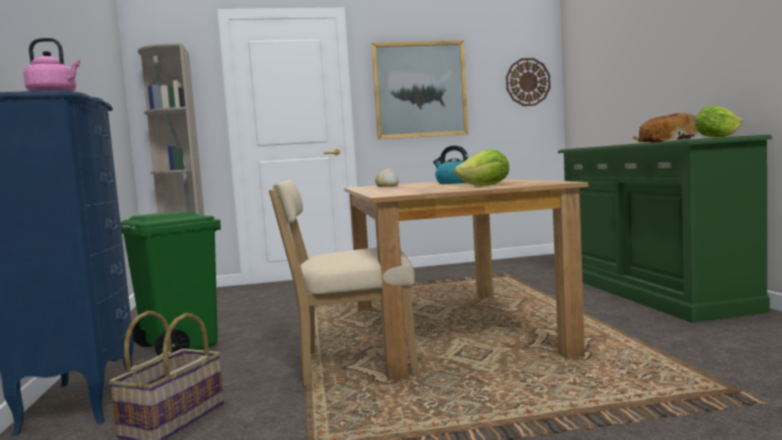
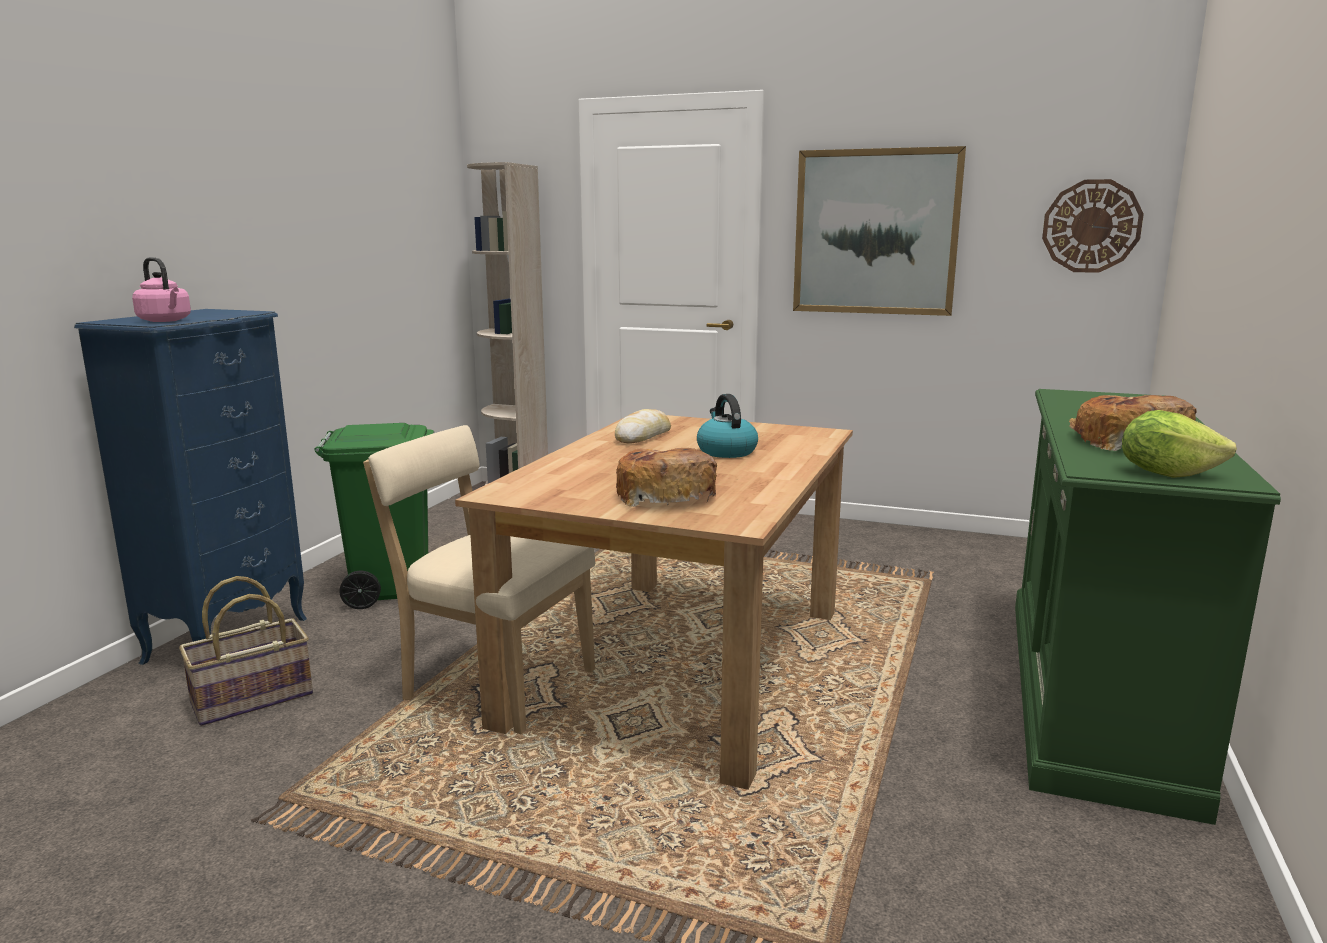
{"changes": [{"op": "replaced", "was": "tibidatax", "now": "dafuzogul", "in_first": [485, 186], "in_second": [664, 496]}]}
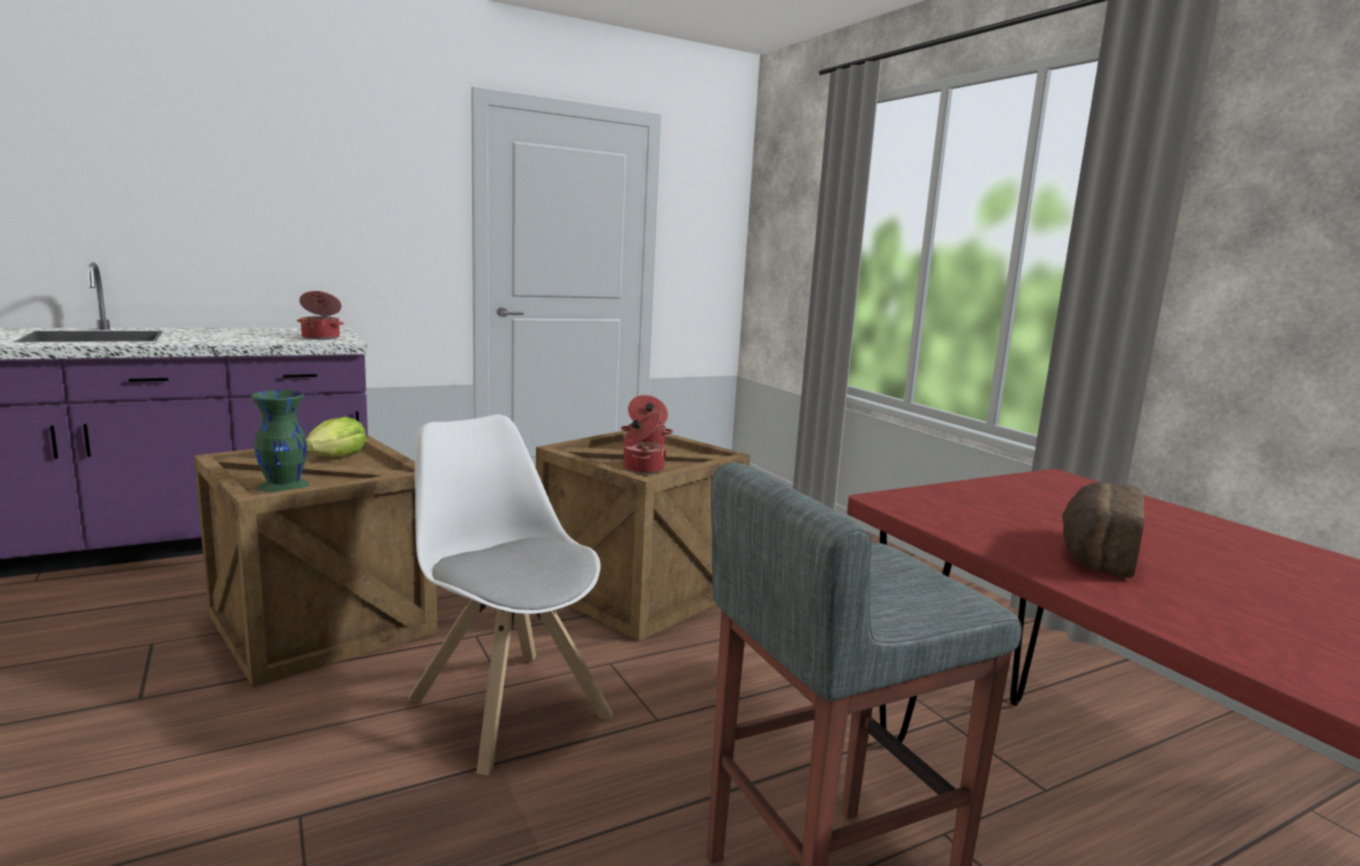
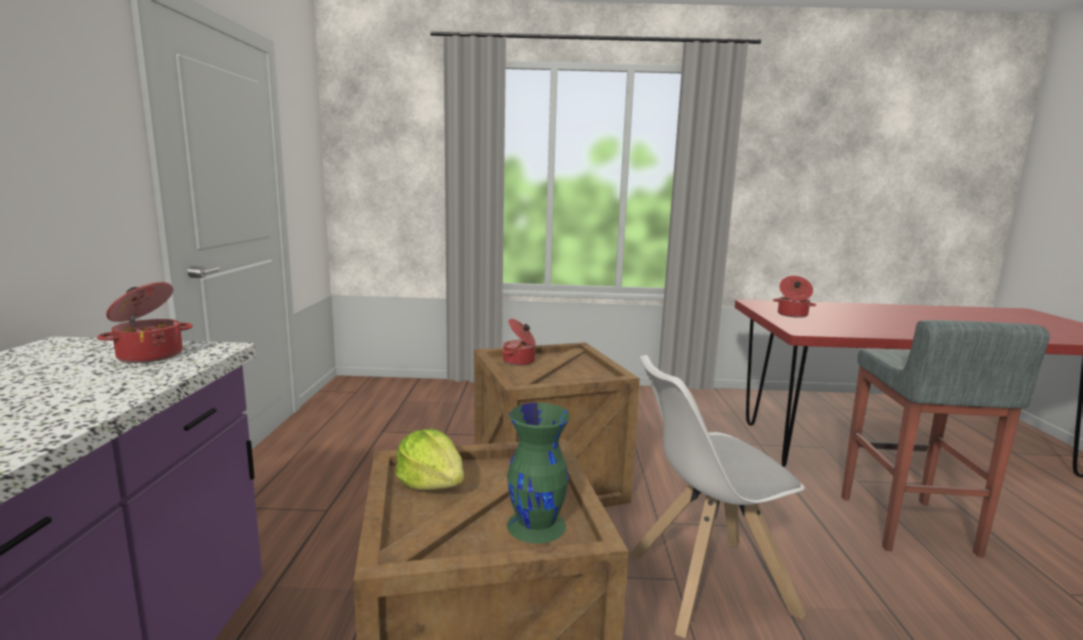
{"changes": [{"op": "removed", "was": "dafuzogul", "in_first": [1094, 553]}, {"op": "moved", "was": "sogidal", "in_first": [642, 468], "in_second": [792, 315]}]}
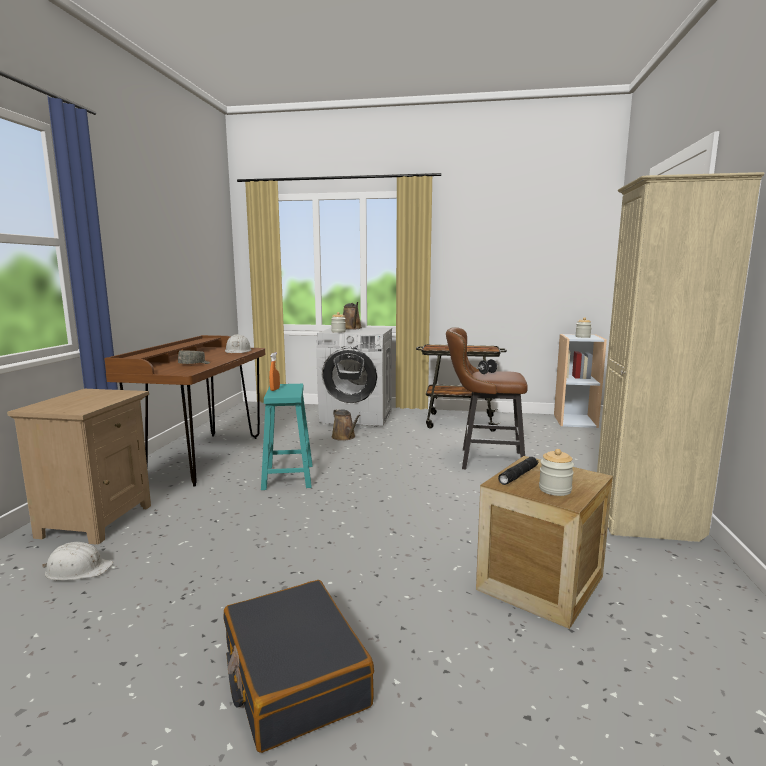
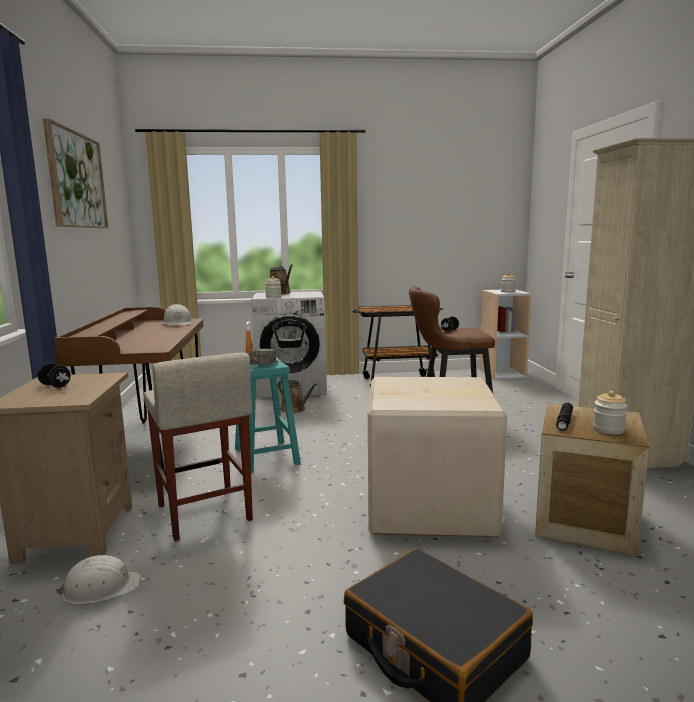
{"changes": [{"op": "added", "now": "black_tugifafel", "in_second": [55, 386]}, {"op": "added", "now": "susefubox", "in_second": [76, 180]}, {"op": "added", "now": "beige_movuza", "in_second": [204, 513]}, {"op": "added", "now": "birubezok", "in_second": [431, 506]}, {"op": "moved", "was": "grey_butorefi", "in_first": [194, 364], "in_second": [265, 364]}]}
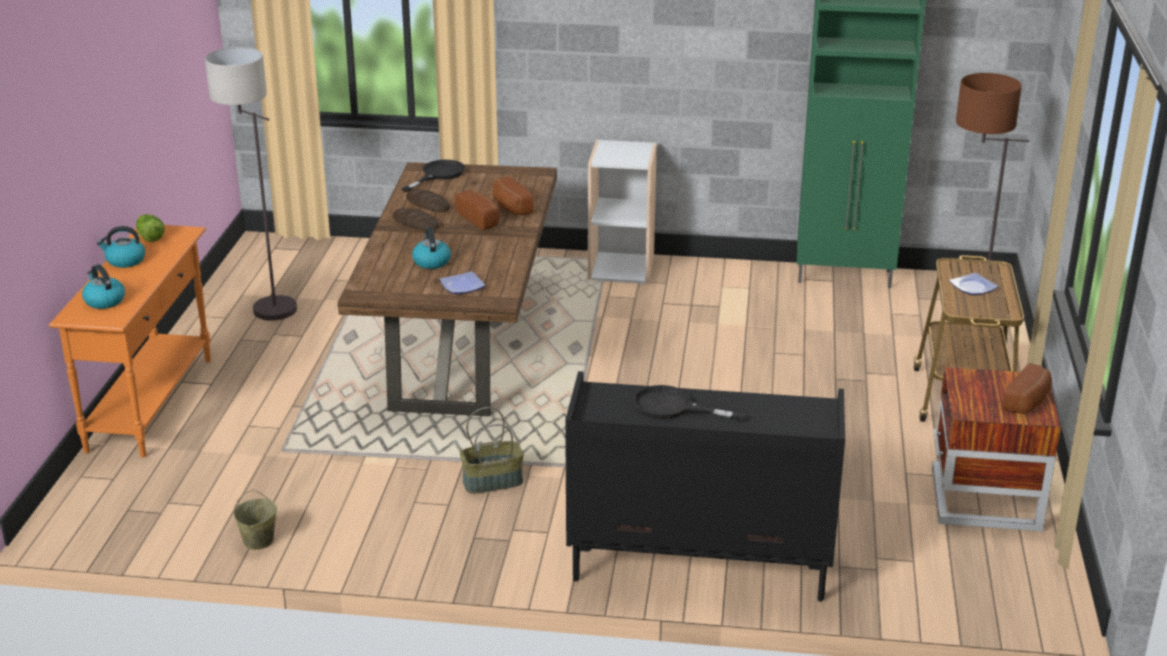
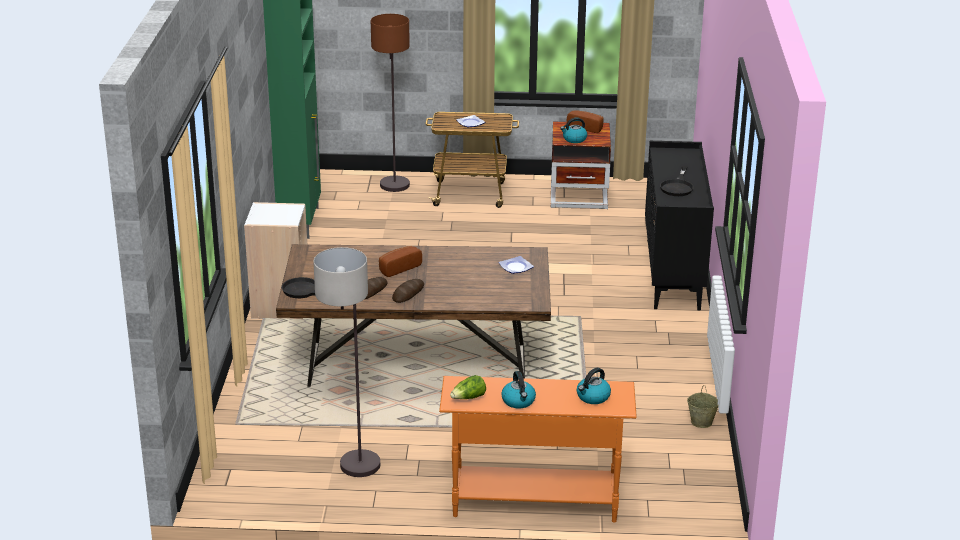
{"changes": [{"op": "removed", "was": "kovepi", "in_first": [493, 481]}, {"op": "removed", "was": "dafuzogul", "in_first": [510, 207]}, {"op": "moved", "was": "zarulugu", "in_first": [431, 262], "in_second": [574, 139]}]}
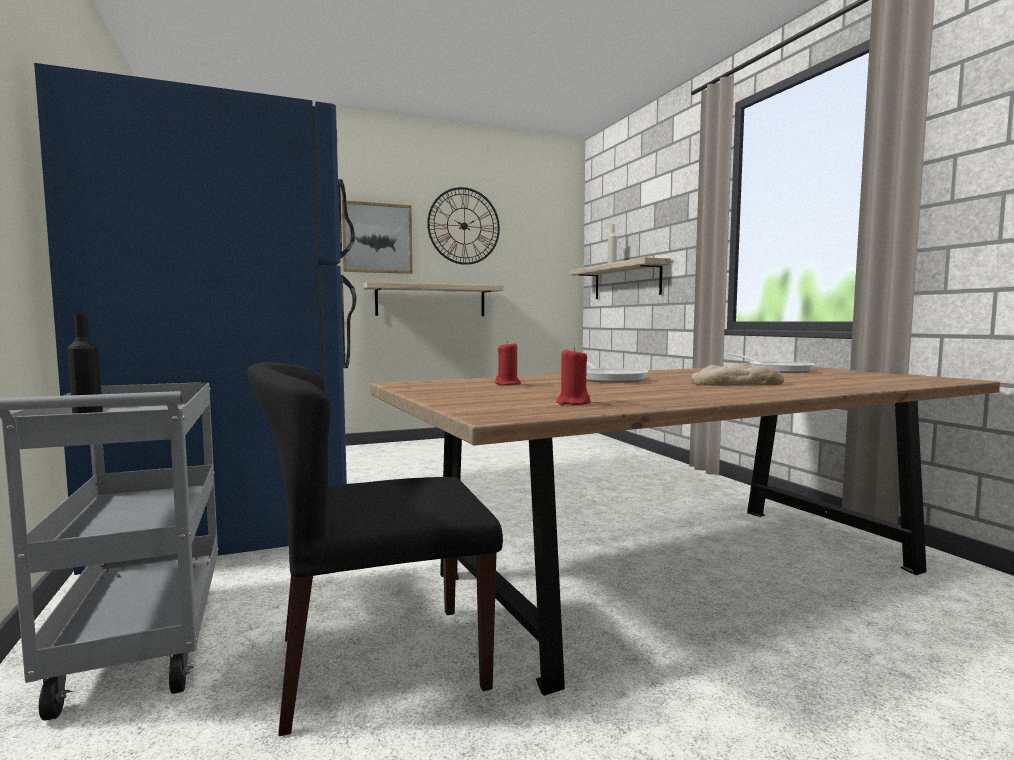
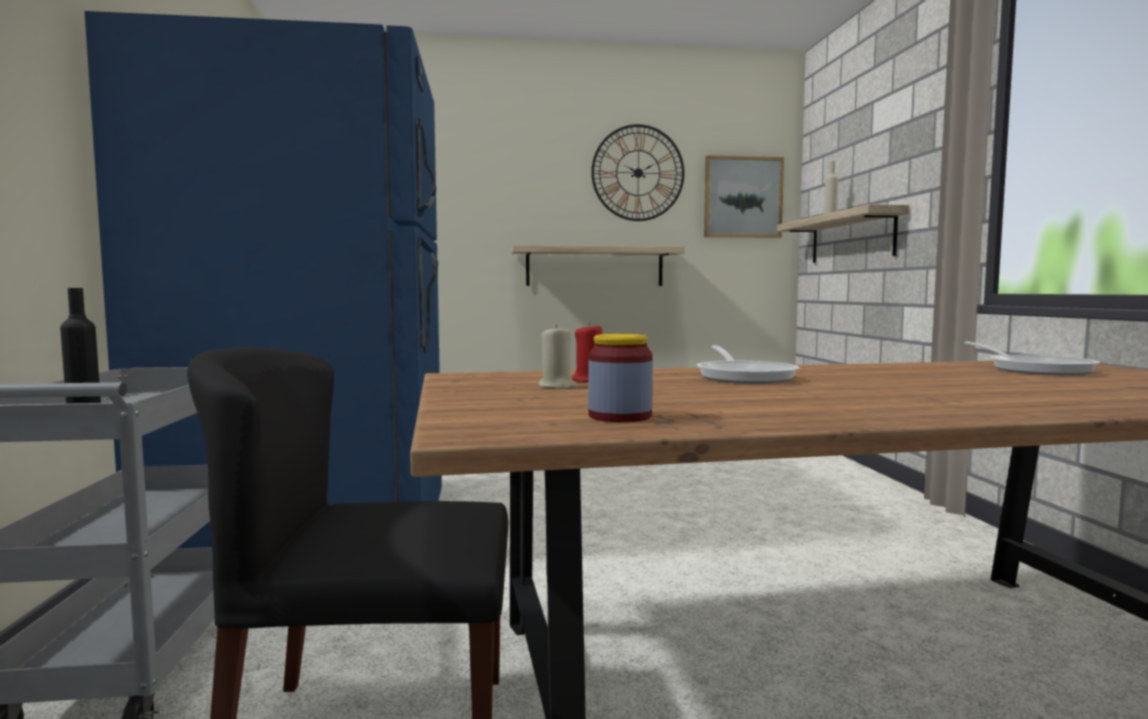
{"changes": [{"op": "removed", "was": "dafuzogul", "in_first": [736, 384]}, {"op": "added", "now": "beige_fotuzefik", "in_second": [557, 386]}, {"op": "moved", "was": "susefubox", "in_first": [377, 238], "in_second": [742, 197]}, {"op": "replaced", "was": "red_fotuzefik", "now": "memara", "in_first": [573, 403], "in_second": [620, 416]}]}
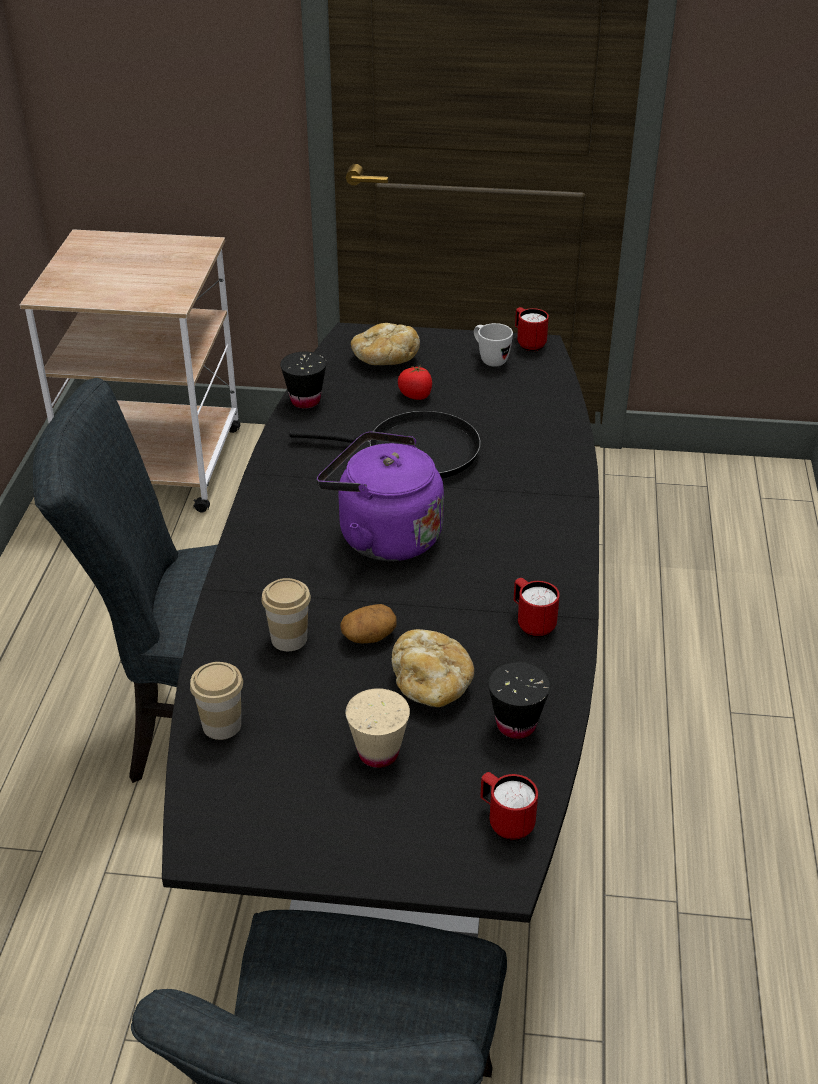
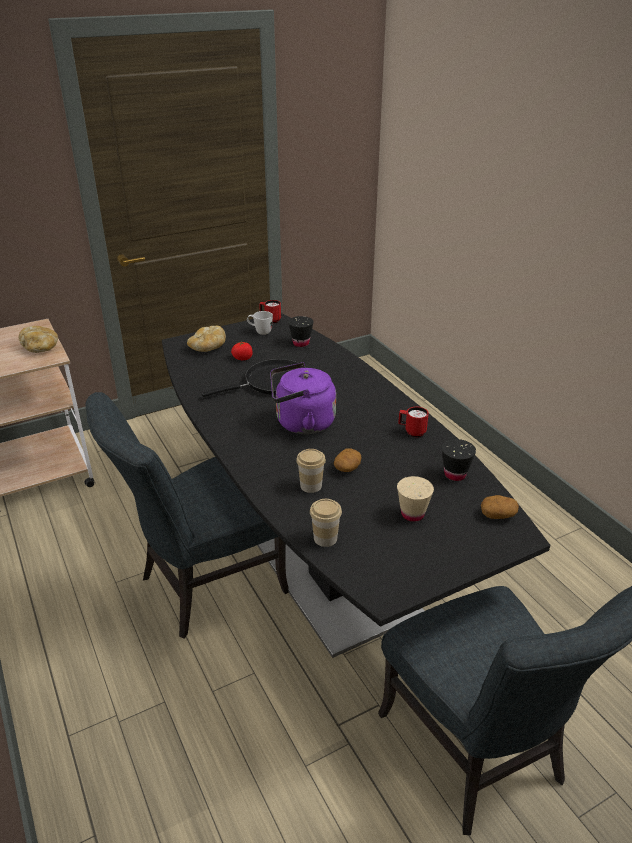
{"changes": [{"op": "moved", "was": "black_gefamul", "in_first": [305, 401], "in_second": [301, 343]}, {"op": "moved", "was": "dafuzogul", "in_first": [431, 685], "in_second": [41, 348]}, {"op": "replaced", "was": "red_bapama", "now": "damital", "in_first": [505, 822], "in_second": [498, 514]}]}
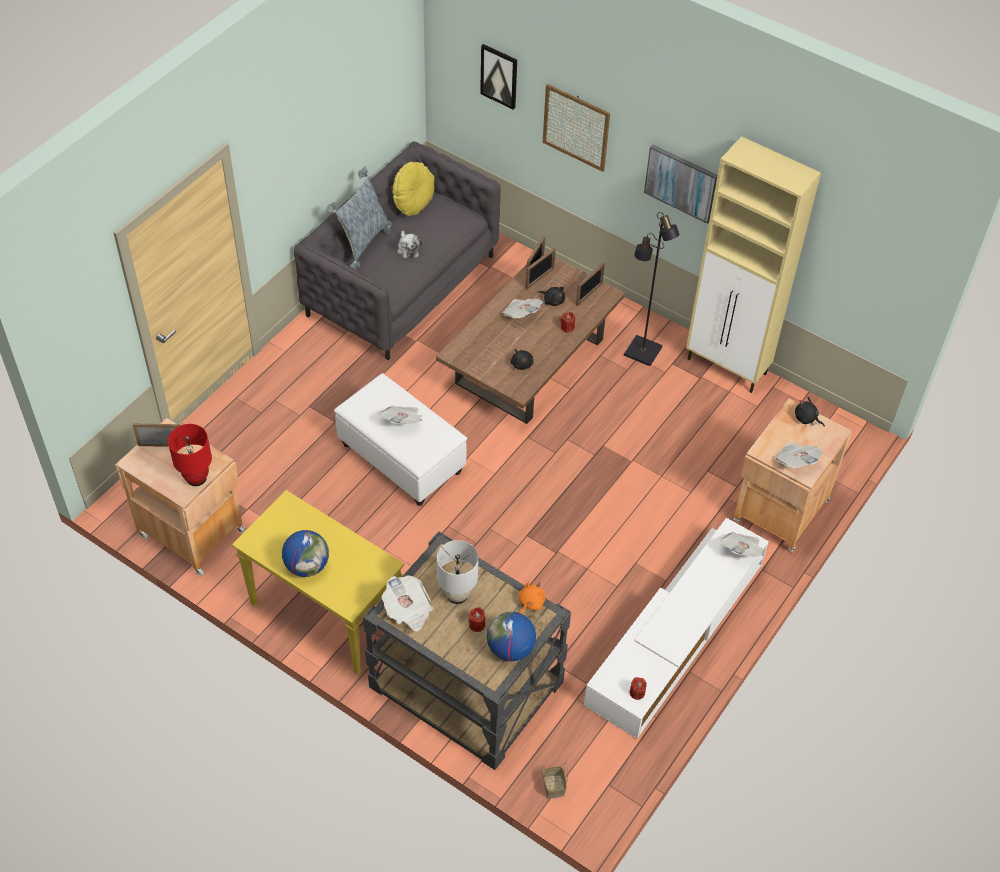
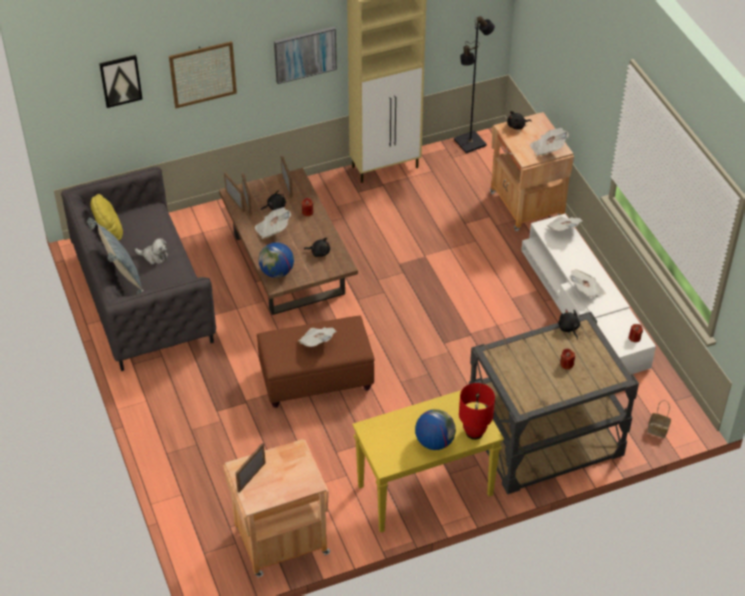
{"changes": [{"op": "removed", "was": "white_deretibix", "in_first": [457, 594]}, {"op": "moved", "was": "red_deretibix", "in_first": [196, 478], "in_second": [474, 432]}, {"op": "moved", "was": "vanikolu", "in_first": [408, 610], "in_second": [586, 291]}, {"op": "moved", "was": "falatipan", "in_first": [510, 649], "in_second": [277, 272]}, {"op": "moved", "was": "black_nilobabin", "in_first": [642, 351], "in_second": [470, 142]}, {"op": "recoloured", "was": "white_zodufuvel", "now": "brown_zodufuvel", "in_first": [402, 459], "in_second": [317, 379]}, {"op": "recoloured", "was": "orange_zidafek", "now": "black_zidafek", "in_first": [530, 603], "in_second": [568, 328]}]}
